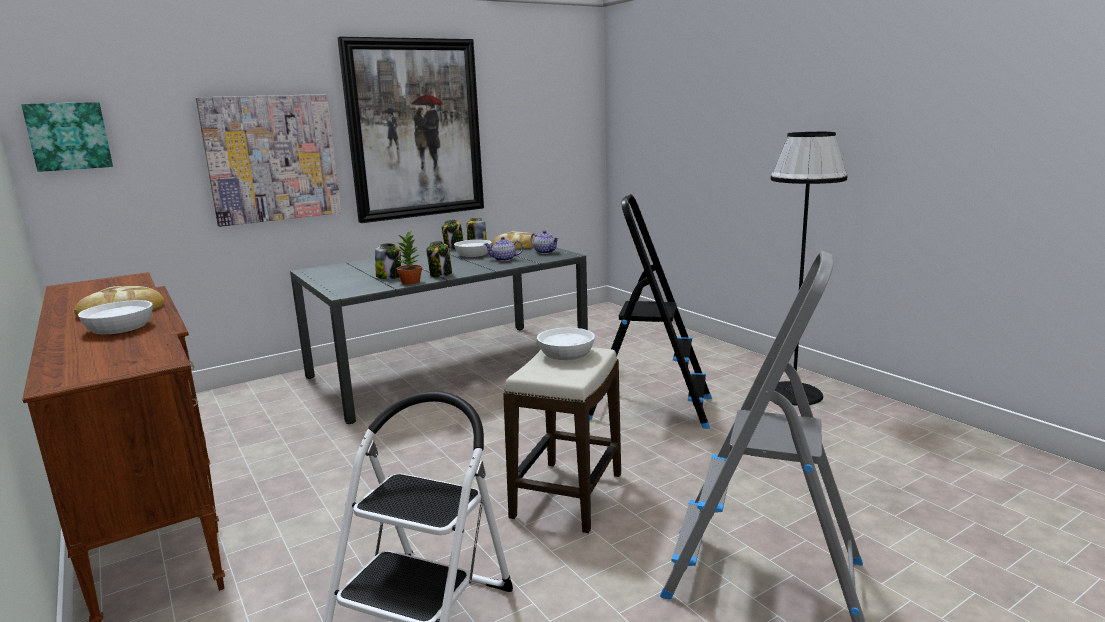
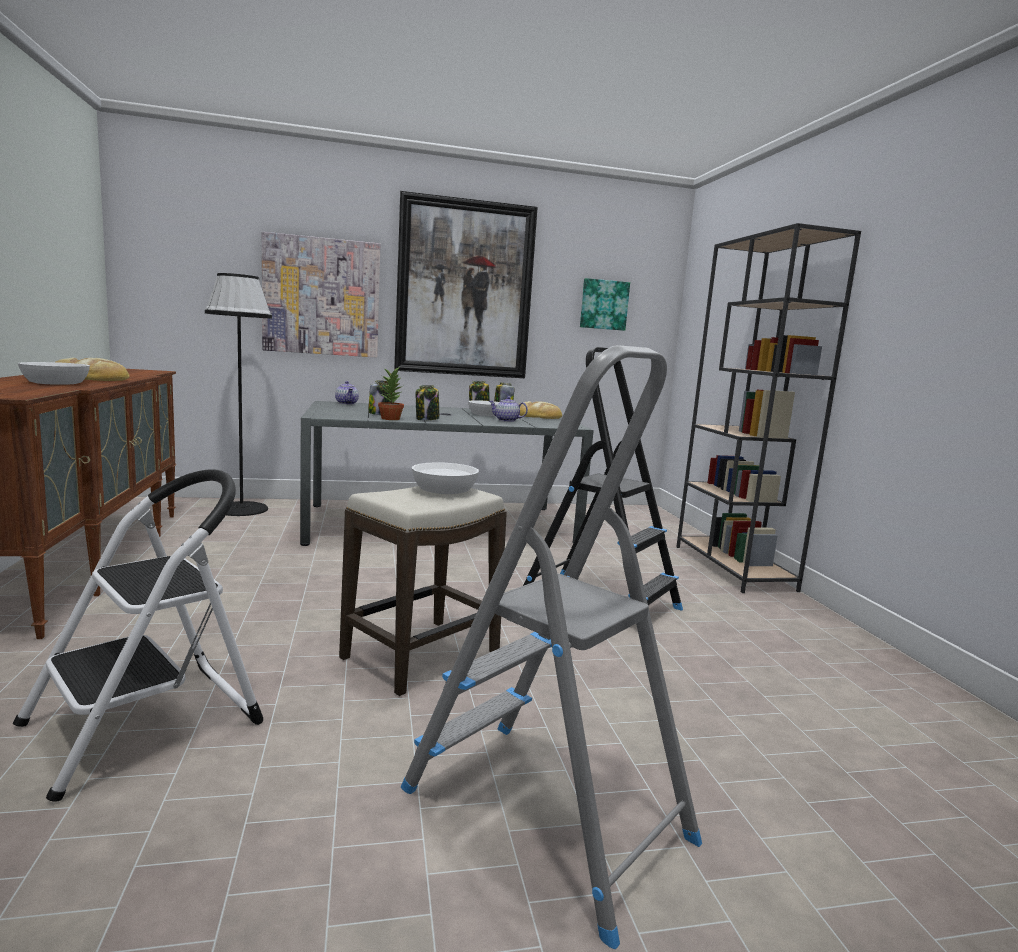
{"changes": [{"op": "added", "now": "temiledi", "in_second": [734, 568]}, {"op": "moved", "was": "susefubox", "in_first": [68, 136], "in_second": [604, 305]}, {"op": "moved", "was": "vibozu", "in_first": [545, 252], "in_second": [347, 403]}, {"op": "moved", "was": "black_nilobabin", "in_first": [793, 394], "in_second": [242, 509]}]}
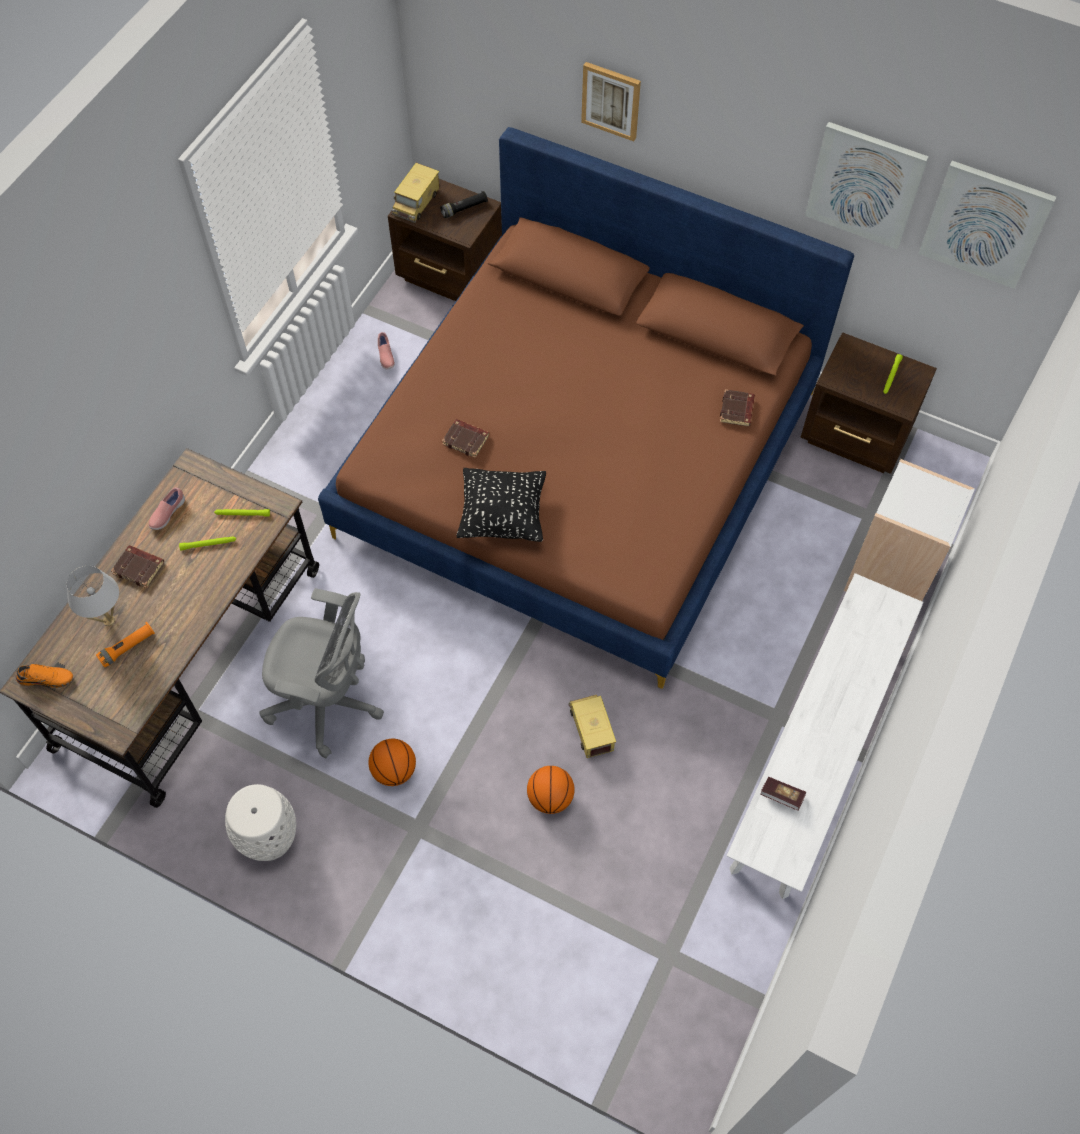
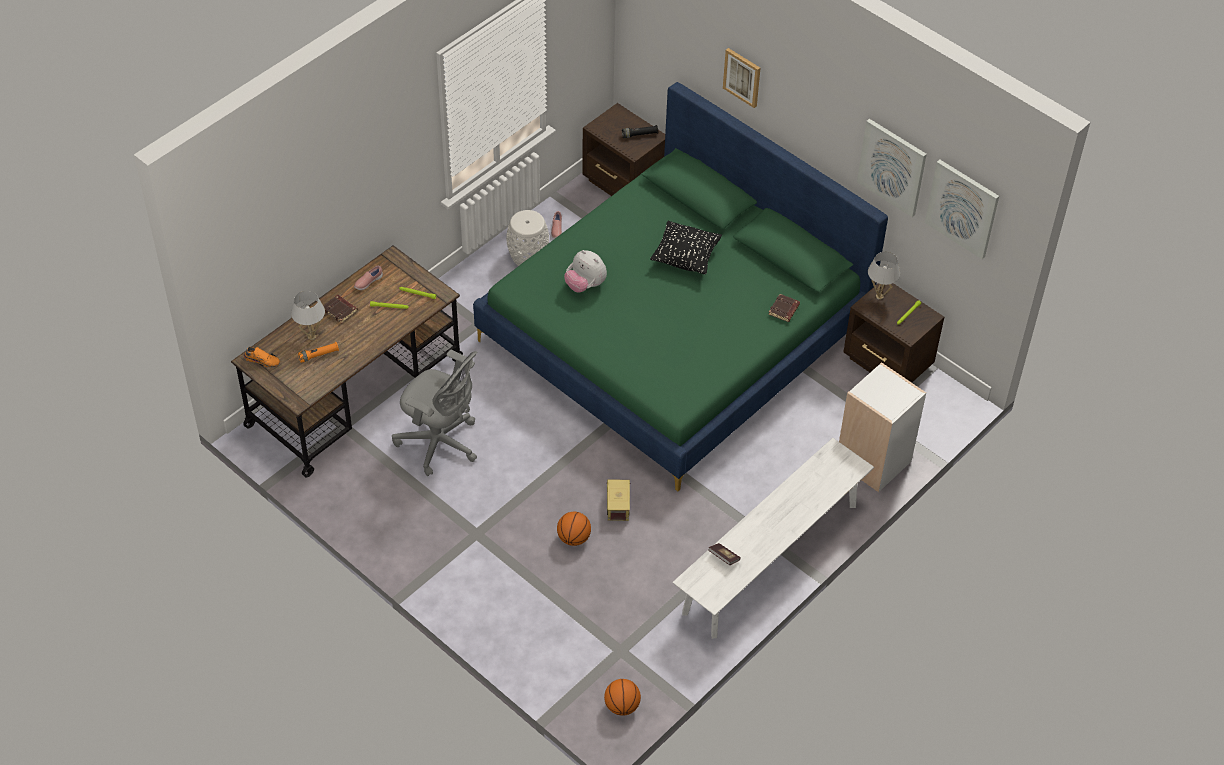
{"changes": [{"op": "removed", "was": "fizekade", "in_first": [416, 202]}, {"op": "added", "now": "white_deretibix", "in_second": [879, 296]}, {"op": "moved", "was": "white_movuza", "in_first": [268, 836], "in_second": [528, 256]}, {"op": "moved", "was": "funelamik", "in_first": [394, 770], "in_second": [622, 706]}, {"op": "moved", "was": "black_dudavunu", "in_first": [502, 516], "in_second": [685, 258]}, {"op": "replaced", "was": "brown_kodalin", "now": "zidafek", "in_first": [466, 440], "in_second": [585, 285]}, {"op": "recoloured", "was": "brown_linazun", "now": "green_linazun", "in_first": [580, 462], "in_second": [674, 333]}]}
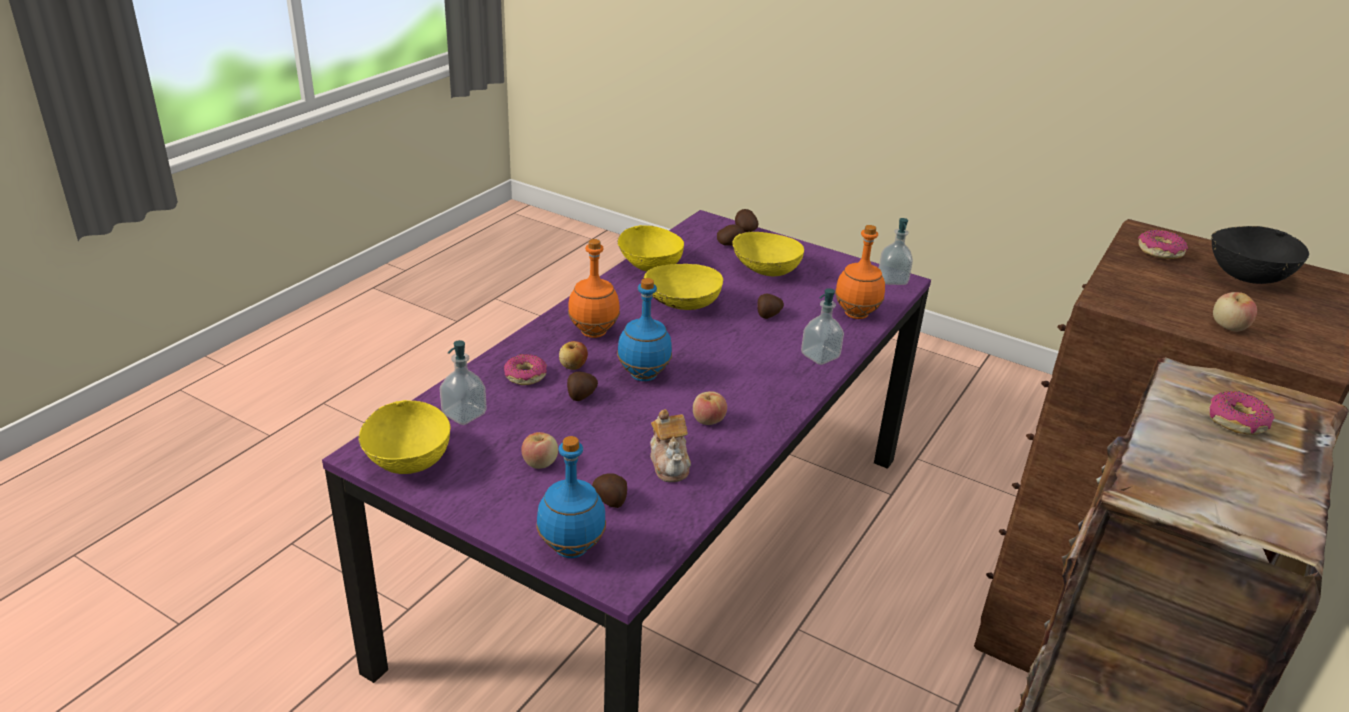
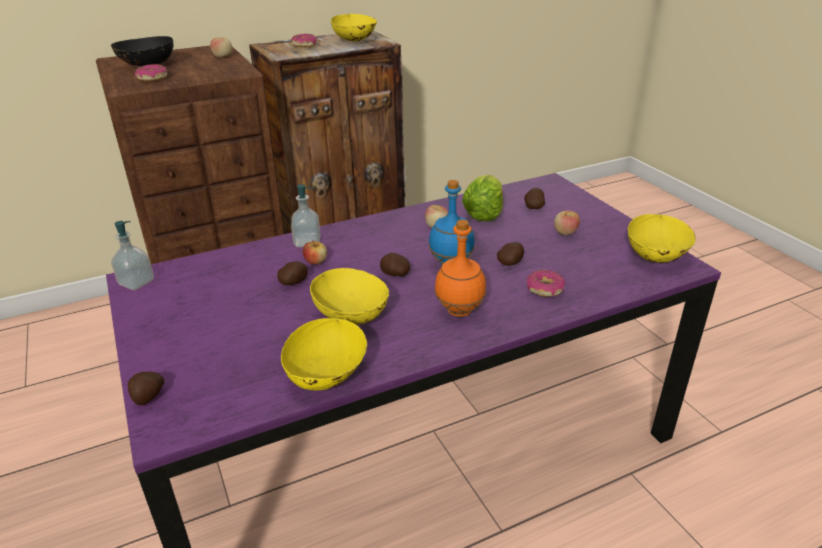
{"changes": [{"op": "removed", "was": "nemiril", "in_first": [464, 414]}, {"op": "removed", "was": "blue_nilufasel", "in_first": [571, 547]}, {"op": "removed", "was": "orange_nilufasel", "in_first": [855, 314]}, {"op": "moved", "was": "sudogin", "in_first": [573, 366], "in_second": [316, 262]}, {"op": "moved", "was": "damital", "in_first": [730, 244], "in_second": [395, 274]}, {"op": "moved", "was": "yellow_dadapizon", "in_first": [764, 271], "in_second": [355, 40]}, {"op": "replaced", "was": "vibozu", "now": "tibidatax", "in_first": [670, 463], "in_second": [484, 213]}]}
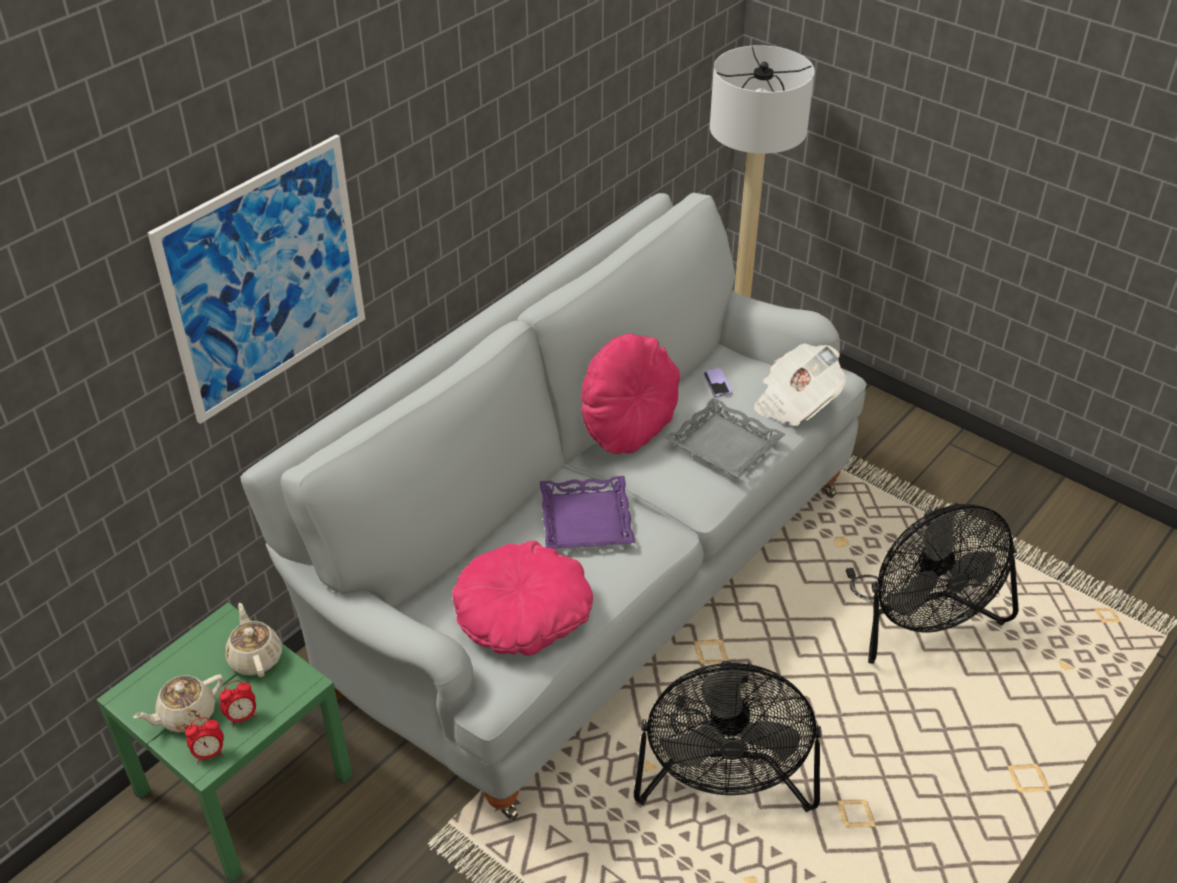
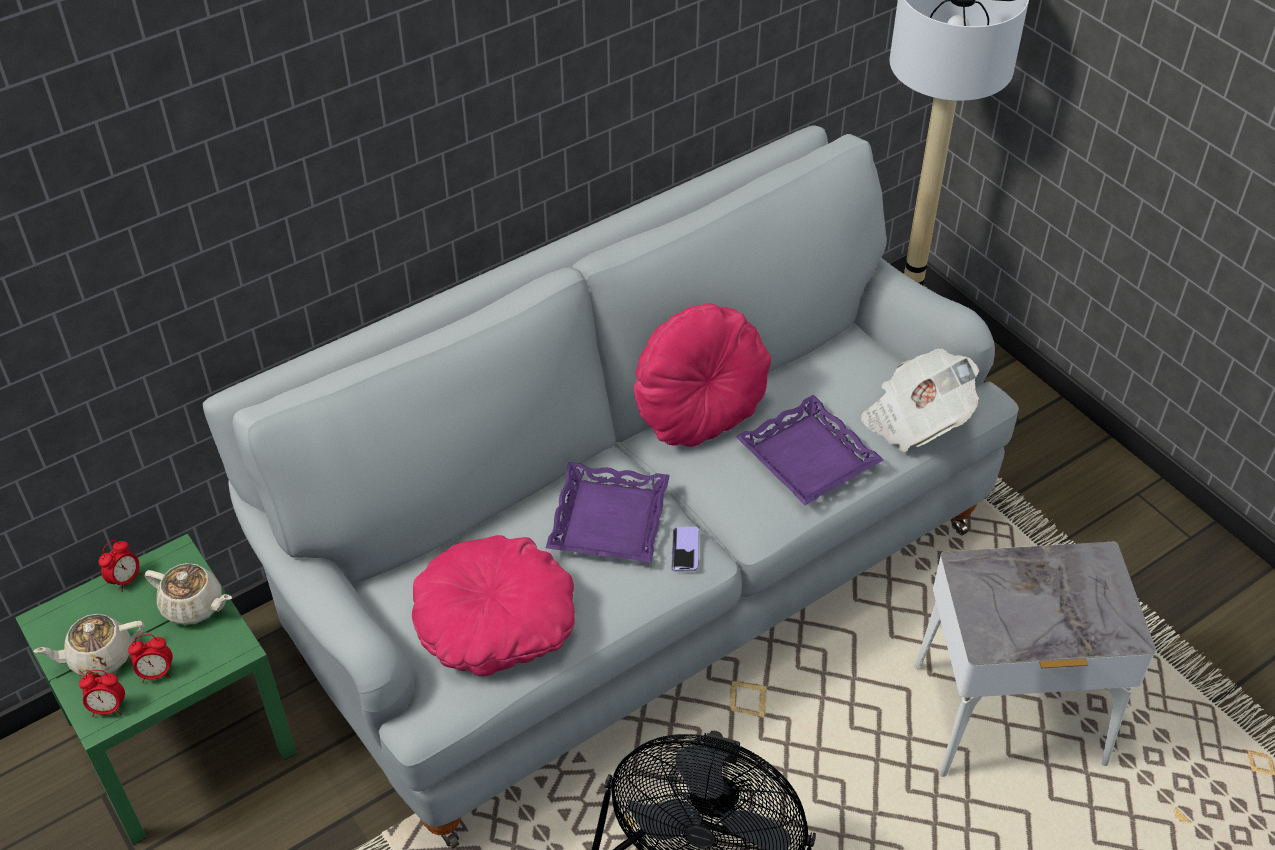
{"changes": [{"op": "removed", "was": "susefubox", "in_first": [266, 279]}, {"op": "added", "now": "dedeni", "in_second": [125, 579]}, {"op": "moved", "was": "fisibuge", "in_first": [717, 384], "in_second": [685, 550]}, {"op": "replaced", "was": "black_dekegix", "now": "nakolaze", "in_first": [916, 621], "in_second": [1012, 716]}, {"op": "recoloured", "was": "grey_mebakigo", "now": "purple_mebakigo", "in_first": [725, 444], "in_second": [809, 457]}, {"op": "turned", "was": "beige_vibozu", "in_first": [255, 657], "in_second": [194, 606], "clockwise": 120}]}
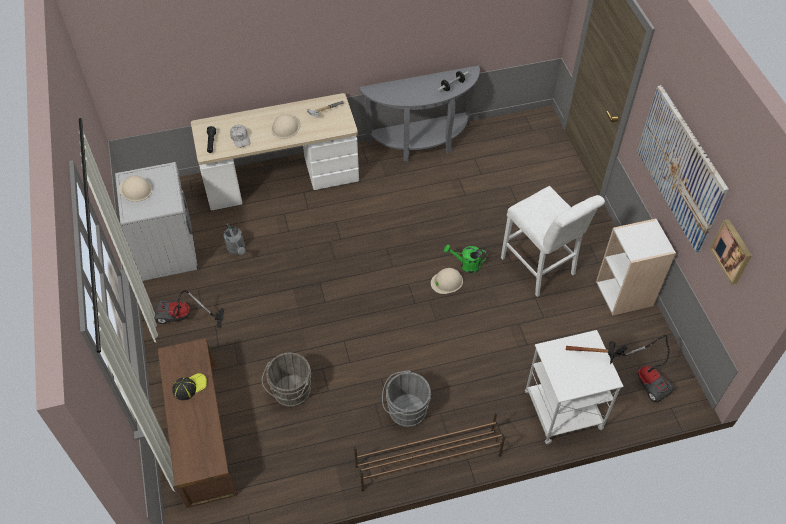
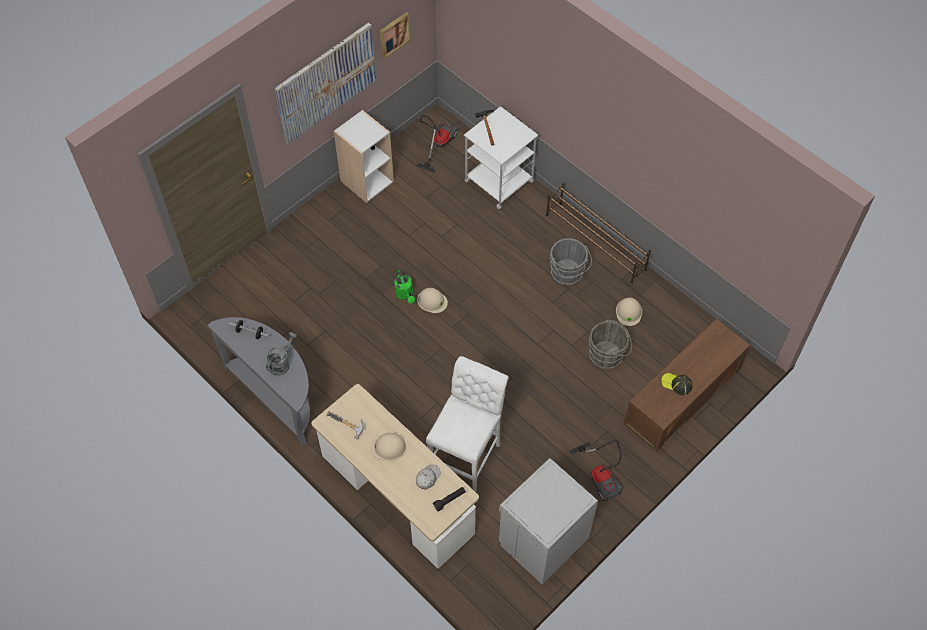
{"changes": [{"op": "moved", "was": "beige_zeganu", "in_first": [135, 189], "in_second": [629, 312]}, {"op": "moved", "was": "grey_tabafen", "in_first": [237, 249], "in_second": [282, 363]}, {"op": "moved", "was": "white_movuza", "in_first": [540, 269], "in_second": [467, 455]}]}
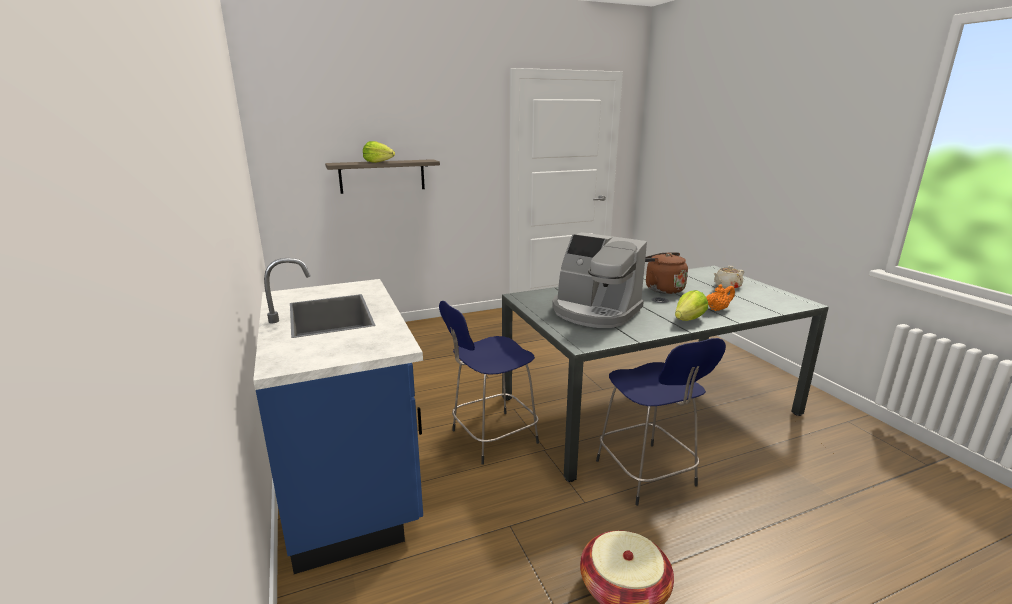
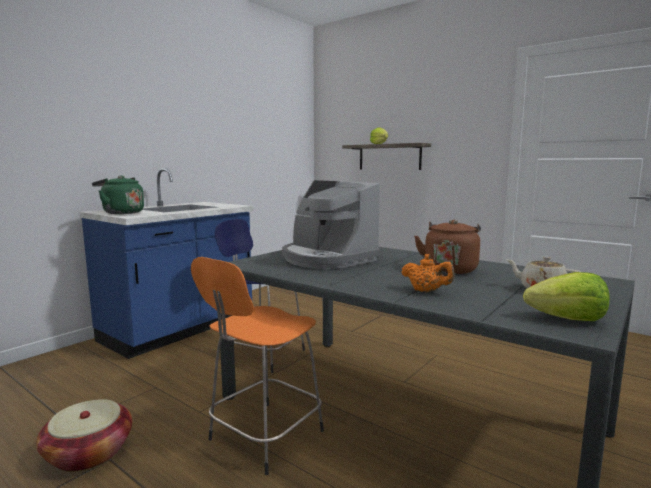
{"changes": [{"op": "added", "now": "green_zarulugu", "in_second": [121, 213]}, {"op": "moved", "was": "tibidatax", "in_first": [688, 320], "in_second": [568, 319]}, {"op": "recoloured", "was": "blue_movuza", "now": "orange_movuza", "in_first": [647, 475], "in_second": [263, 437]}, {"op": "turned", "was": "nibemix", "in_first": [594, 312], "in_second": [327, 259], "clockwise": -45}]}
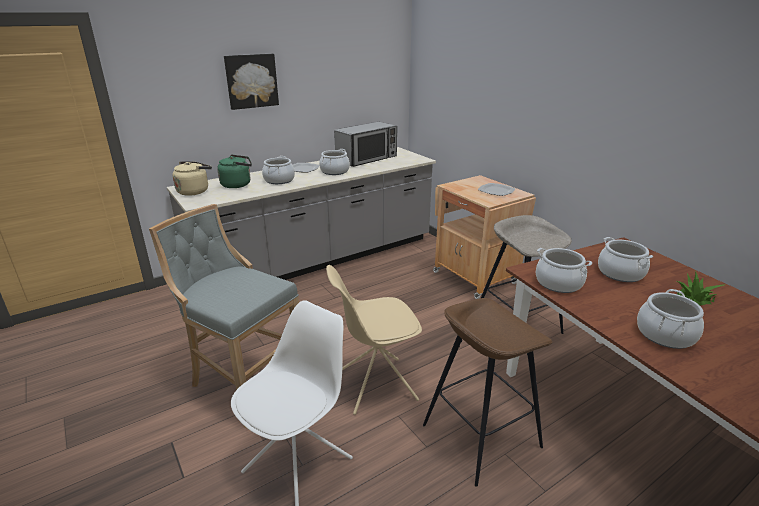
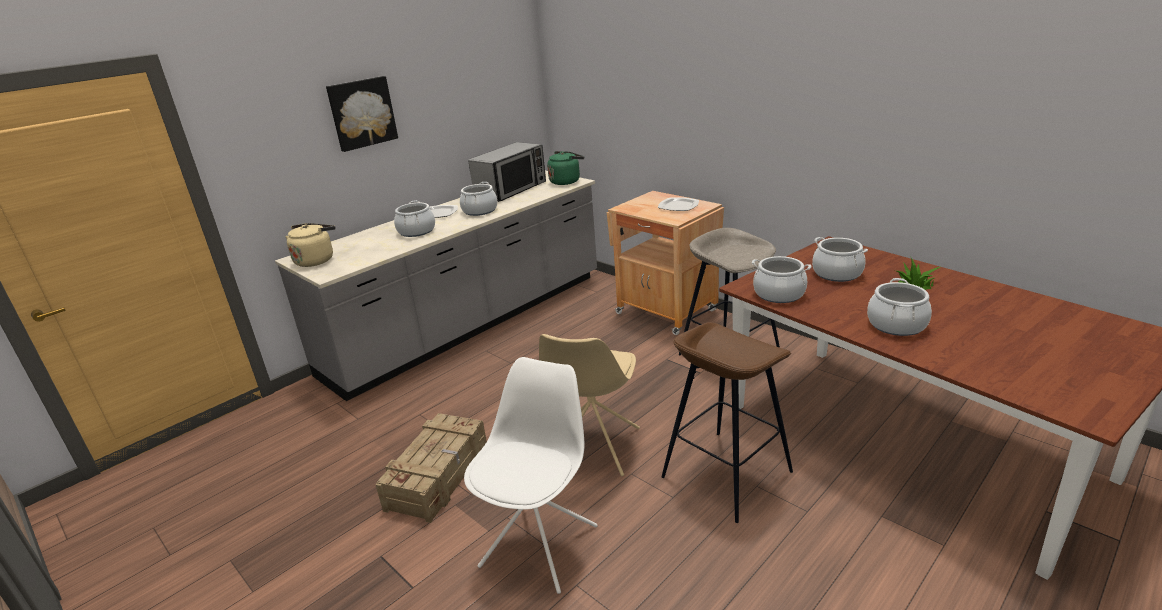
{"changes": [{"op": "moved", "was": "green_zarulugu", "in_first": [238, 184], "in_second": [566, 181]}, {"op": "replaced", "was": "grey_movuza", "now": "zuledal", "in_first": [244, 382], "in_second": [439, 476]}, {"op": "turned", "was": "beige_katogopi", "in_first": [375, 385], "in_second": [594, 448], "clockwise": -45}]}
